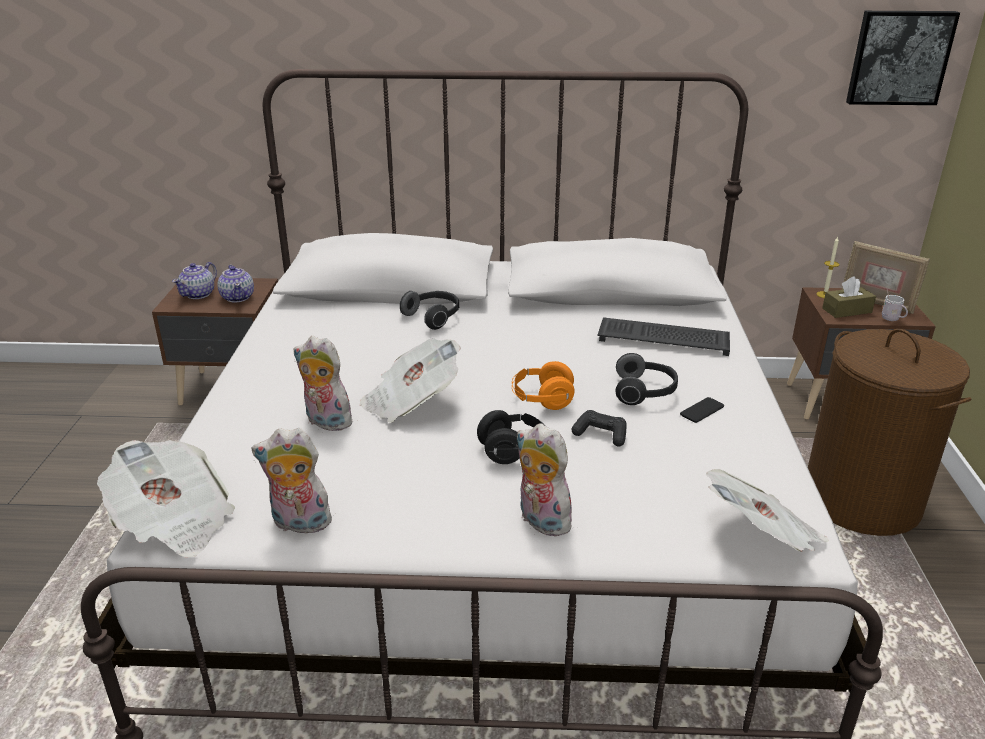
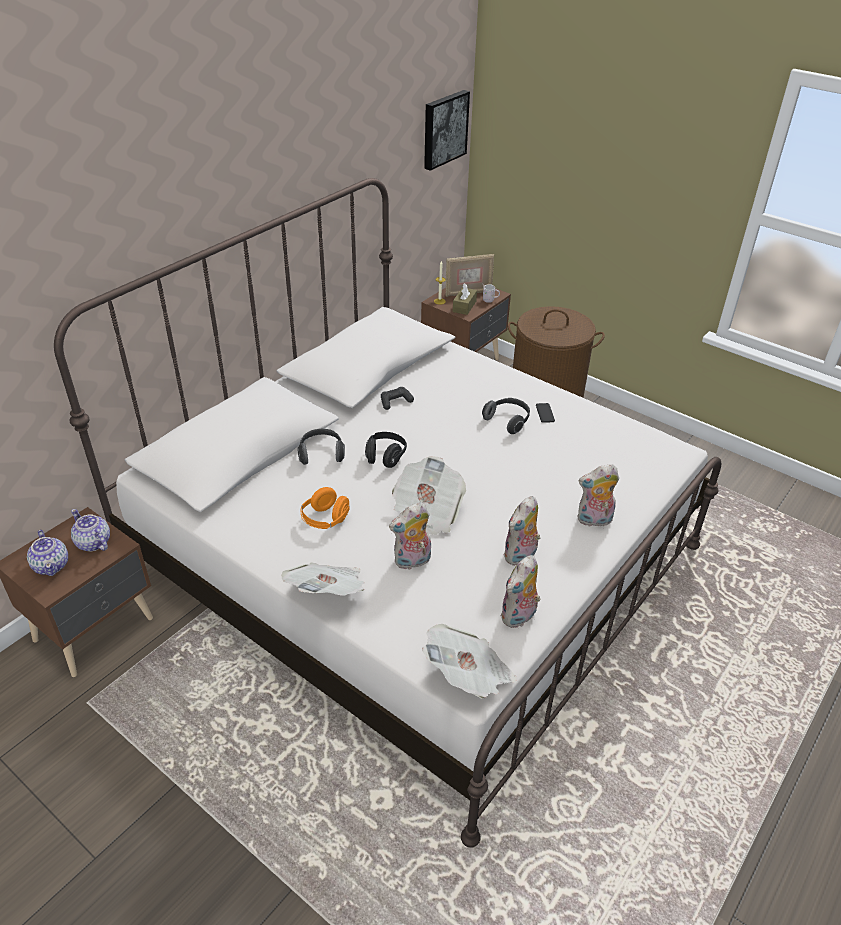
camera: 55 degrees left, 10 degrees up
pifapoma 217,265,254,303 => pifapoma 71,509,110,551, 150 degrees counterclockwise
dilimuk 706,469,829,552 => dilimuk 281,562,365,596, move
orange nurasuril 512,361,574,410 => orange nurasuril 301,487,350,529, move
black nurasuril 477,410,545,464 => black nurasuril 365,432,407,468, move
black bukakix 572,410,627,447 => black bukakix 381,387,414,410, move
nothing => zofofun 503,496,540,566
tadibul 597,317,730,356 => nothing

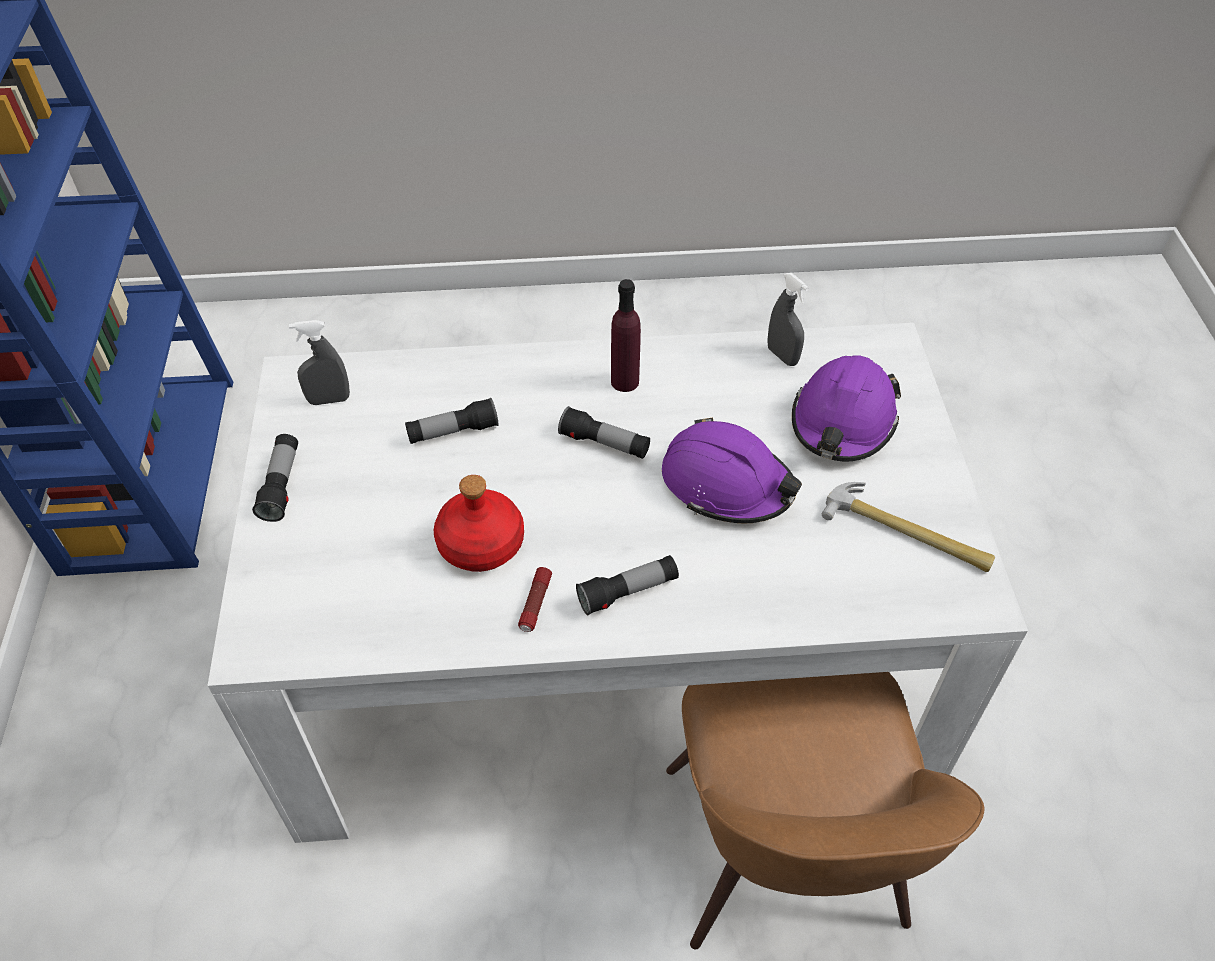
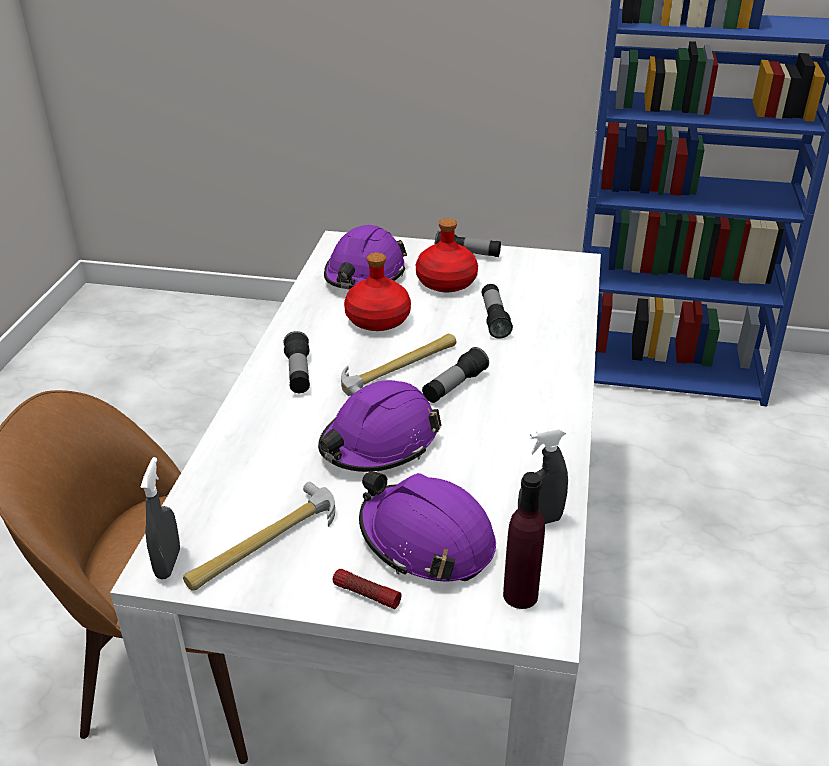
camera: 105 degrees right, 15 degrees down
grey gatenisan 289,320,350,405 => grey gatenisan 140,457,180,579, move
nothing => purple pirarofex 324,225,407,290
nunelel 518,567,552,632 => nunelel 333,569,402,609, move
nothing => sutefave 341,334,456,396
nothing => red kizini 416,218,478,292
purple kizini 611,279,641,392 => purple kizini 503,472,545,609, move

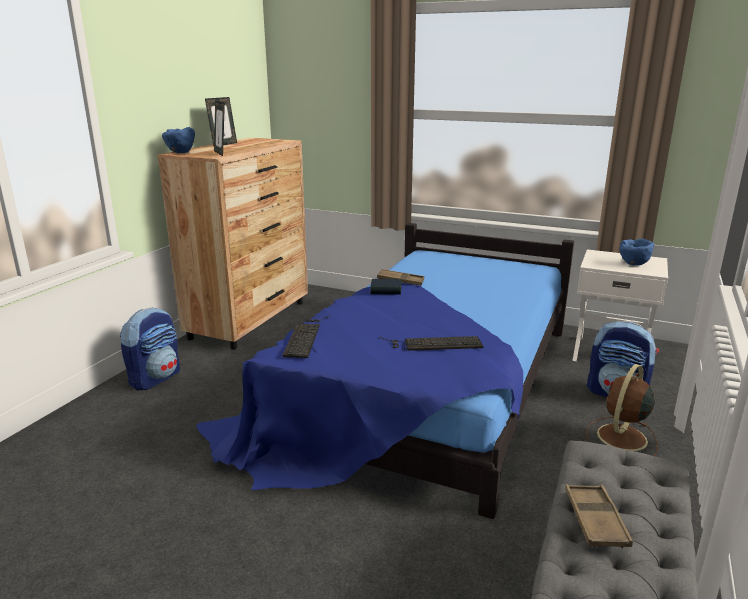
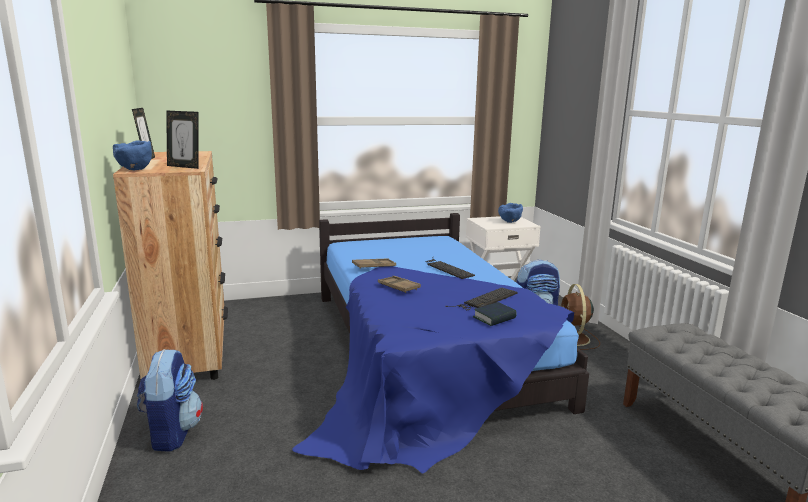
camera: 40 degrees left, 5 degrees down
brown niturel 565,484,633,548 => brown niturel 378,276,421,293, move
tadibul 283,316,330,358 => tadibul 426,256,475,279, move
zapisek 370,279,402,295 => zapisek 473,302,517,326, move

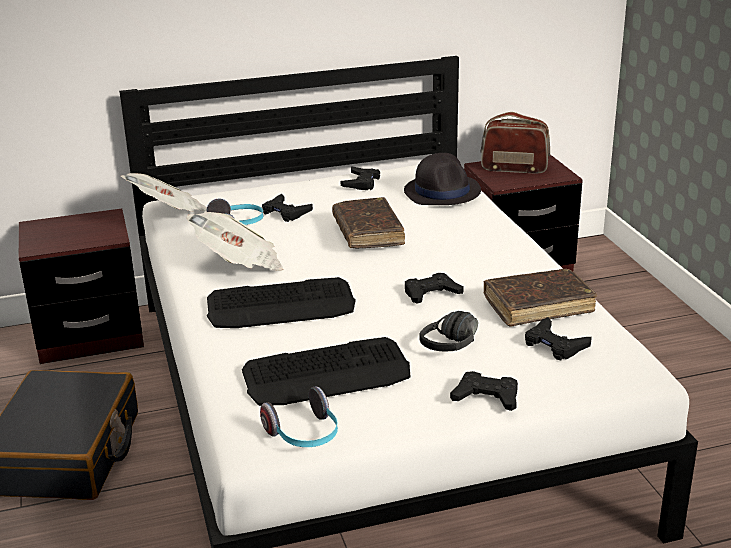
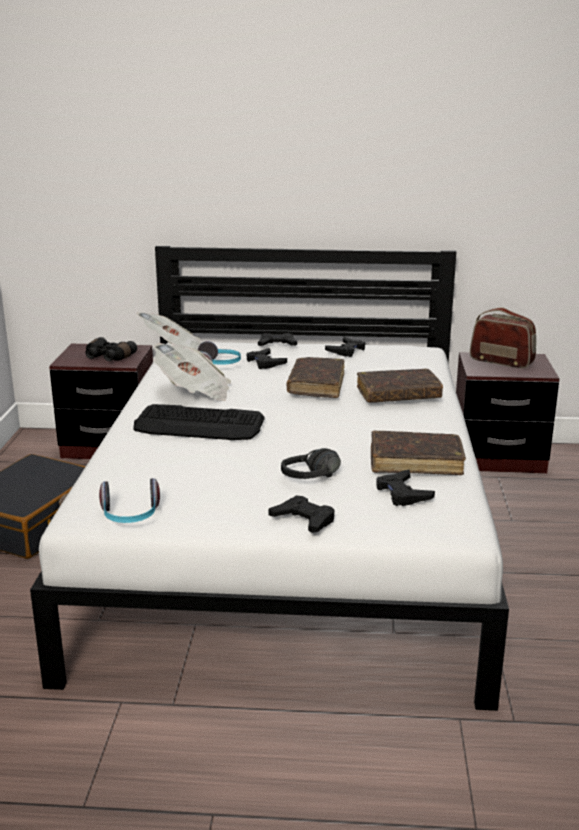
camera: 20 degrees right, 5 degrees down
nothing => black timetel 85,337,137,361
black bukakix 405,273,464,304 => black bukakix 258,333,297,346, move
nothing => brown zapisek 357,369,443,403
tadibul 242,337,410,406 => nothing
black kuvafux 404,153,481,205 => nothing

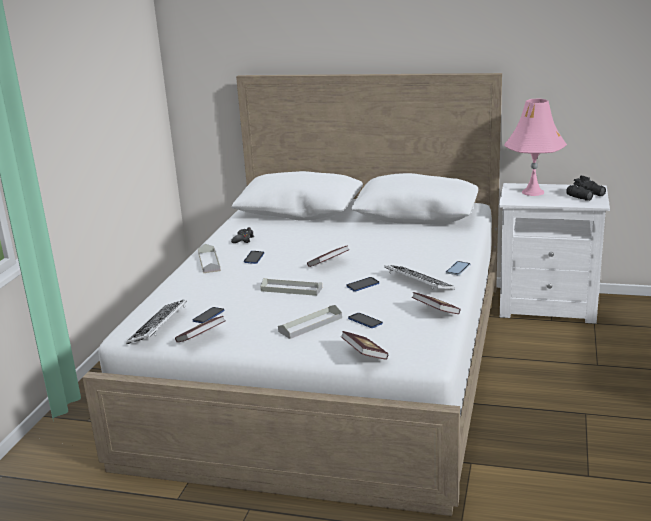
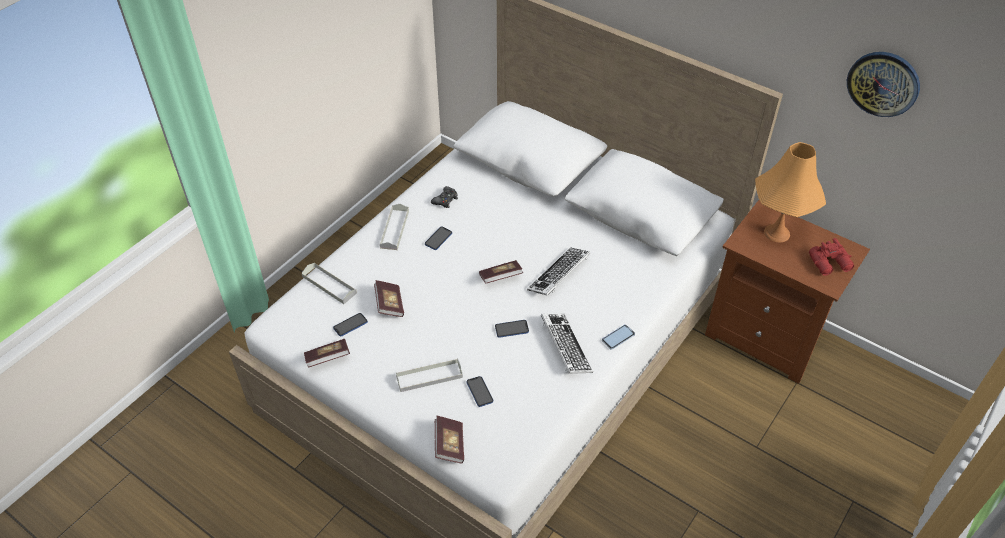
camera: 20 degrees right, 25 degrees up
grey niturel 260,278,322,296 => grey niturel 302,263,357,304, move
zapisek 412,292,460,314 => zapisek 374,280,404,317, move
tadibul 126,300,187,344 => tadibul 527,247,590,295, move
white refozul 499,183,610,324 => brown refozul 705,200,870,384
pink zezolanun 504,99,567,196 => orange zezolanun 755,142,826,243
black timetel 566,175,606,201 => red timetel 809,238,854,276
nothing => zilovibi 847,52,920,117

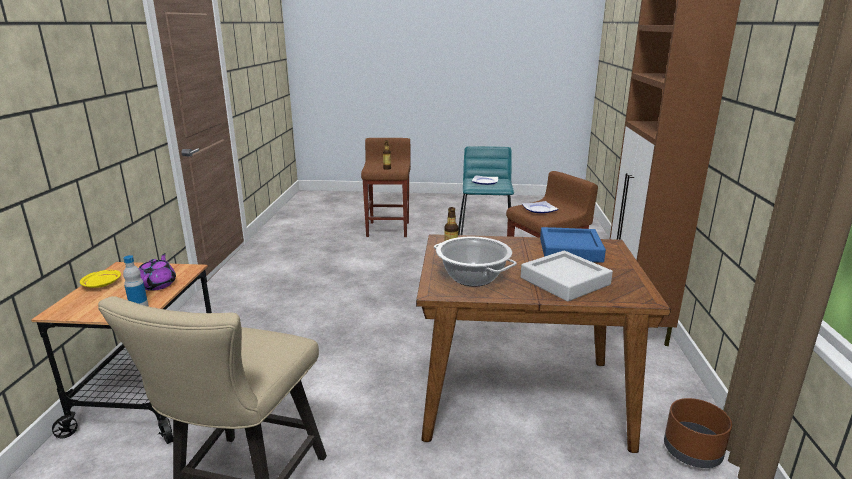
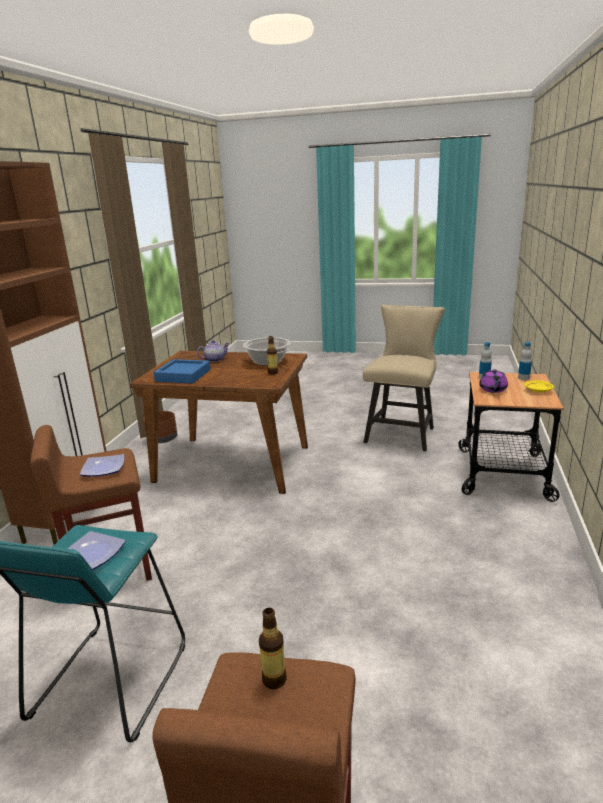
camera: 170 degrees left, 0 degrees up
grey niturel 521,251,613,301 => pifapoma 197,340,229,362
nothing => kizini 518,342,532,380

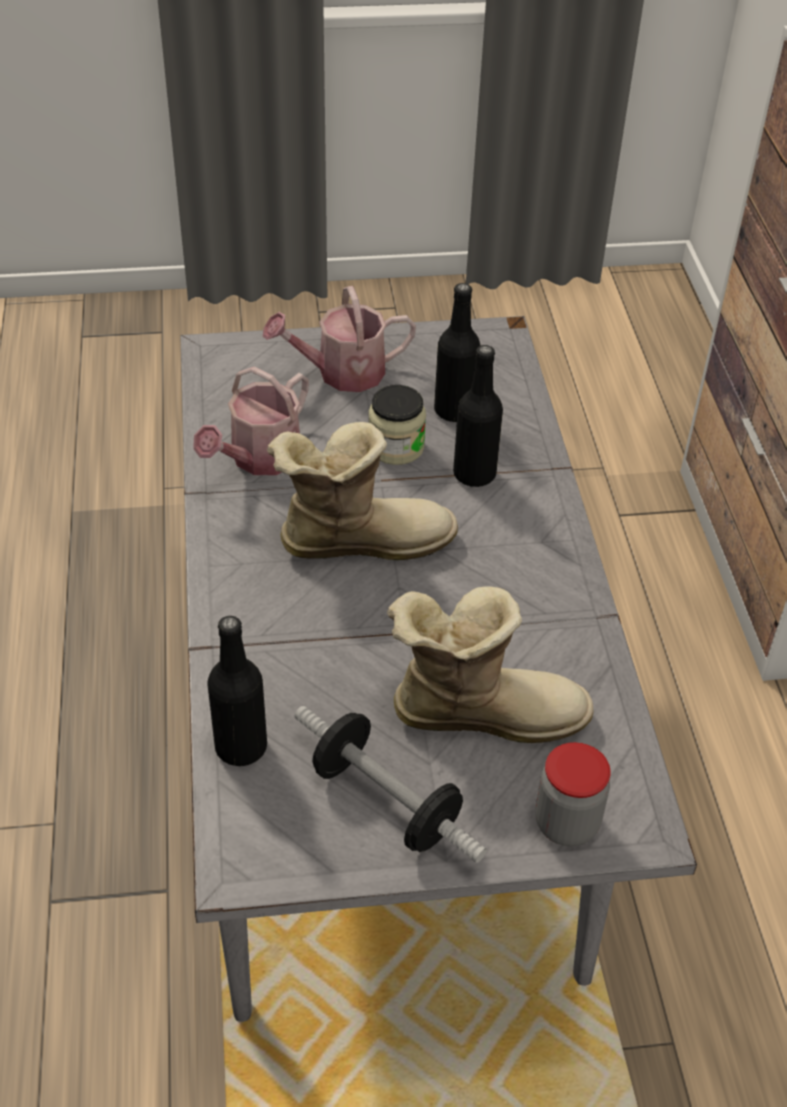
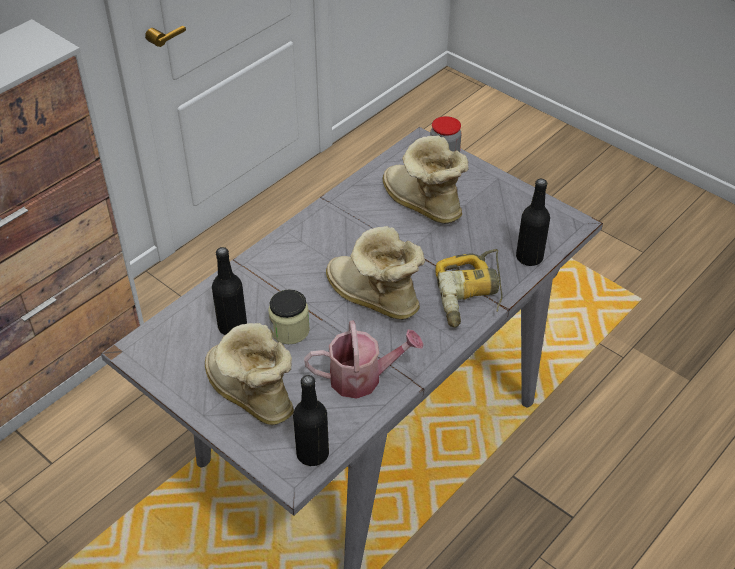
camera: 130 degrees left, 0 degrees up
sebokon 263,286,416,392 => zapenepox 205,323,294,425
black kizini 453,345,503,487 => black kizini 293,375,329,466, move
nothing => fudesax 435,249,503,328
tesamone 294,706,487,863 => nothing

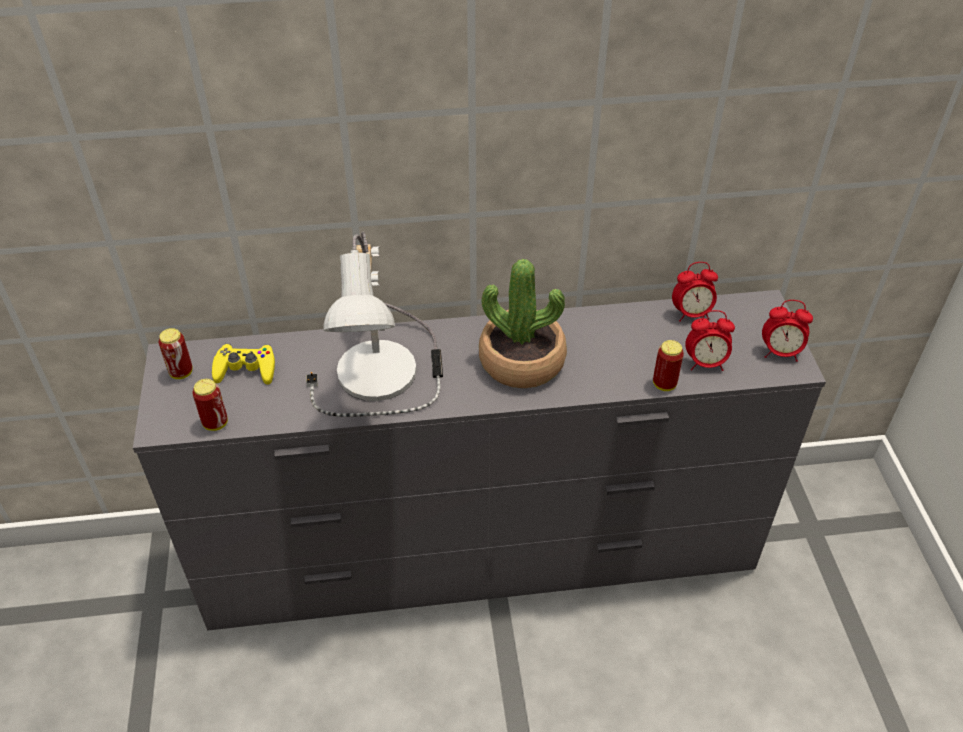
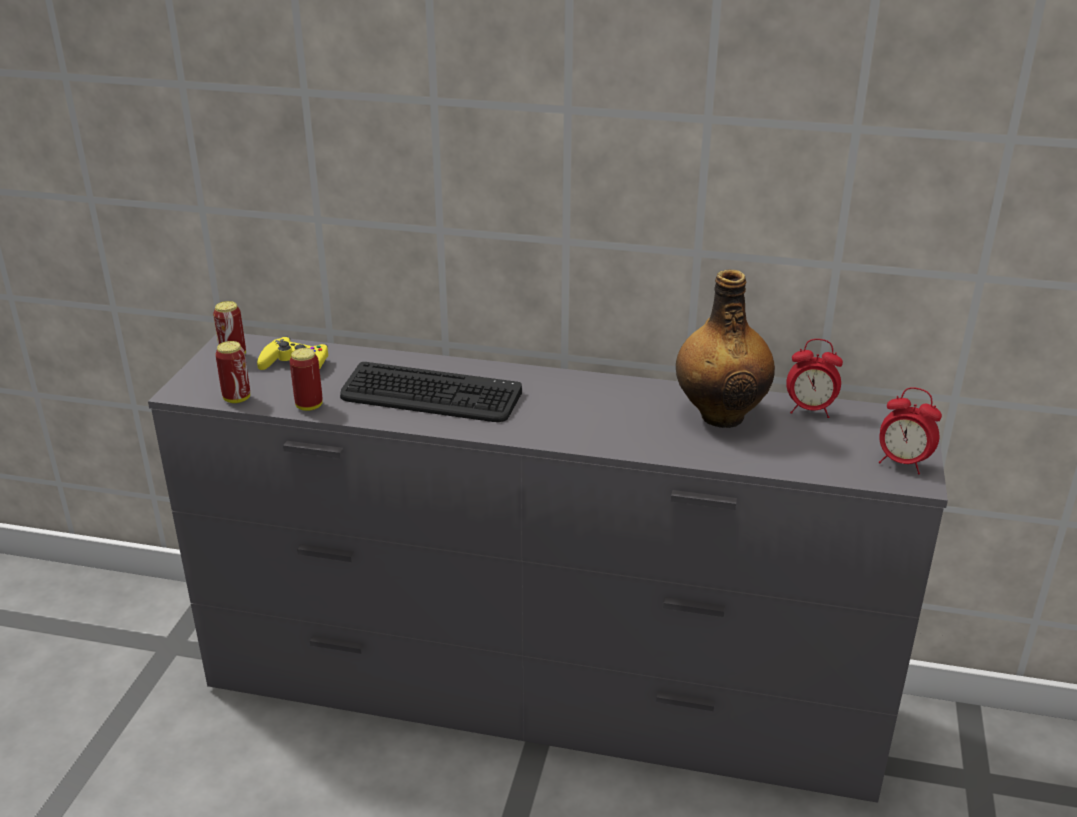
camera: 20 degrees right, 15 degrees down
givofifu 653,340,684,391 => givofifu 290,348,323,411, move
zezolanun 307,231,443,417 => tadibul 340,362,522,422
nothing => kizini 676,270,775,428
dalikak 479,259,567,388 => nothing
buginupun 685,310,735,371 => nothing

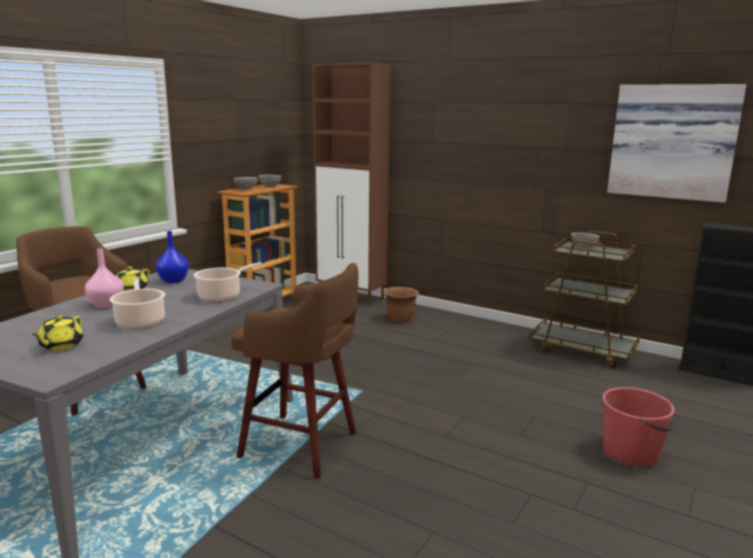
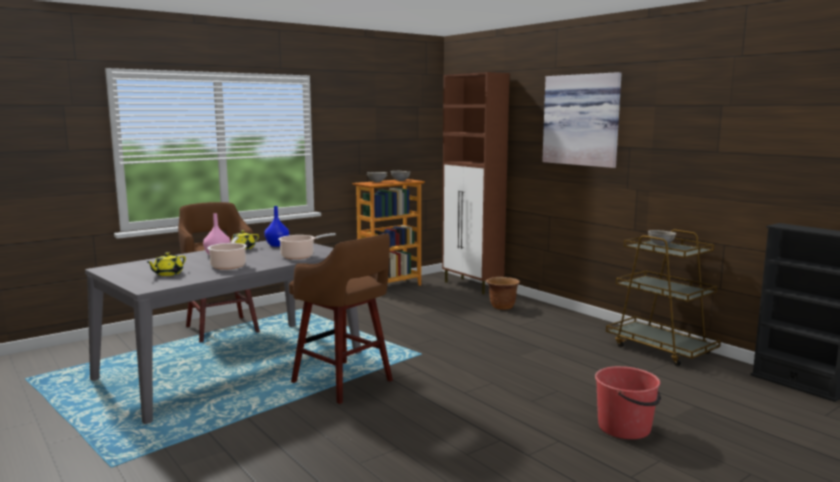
camera: 20 degrees right, 5 degrees down
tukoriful 607,84,747,203 => tukoriful 542,72,622,168, move

